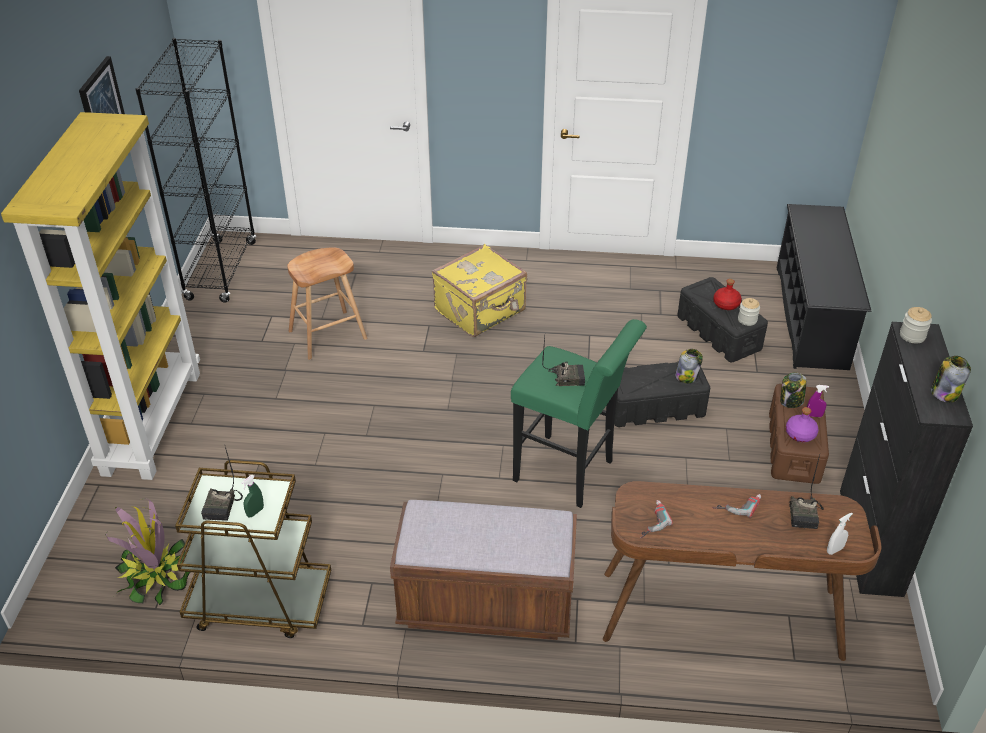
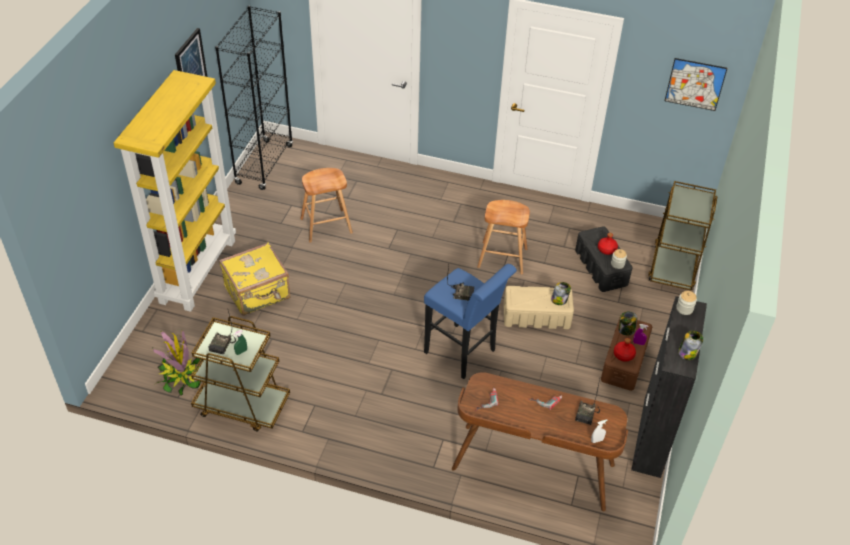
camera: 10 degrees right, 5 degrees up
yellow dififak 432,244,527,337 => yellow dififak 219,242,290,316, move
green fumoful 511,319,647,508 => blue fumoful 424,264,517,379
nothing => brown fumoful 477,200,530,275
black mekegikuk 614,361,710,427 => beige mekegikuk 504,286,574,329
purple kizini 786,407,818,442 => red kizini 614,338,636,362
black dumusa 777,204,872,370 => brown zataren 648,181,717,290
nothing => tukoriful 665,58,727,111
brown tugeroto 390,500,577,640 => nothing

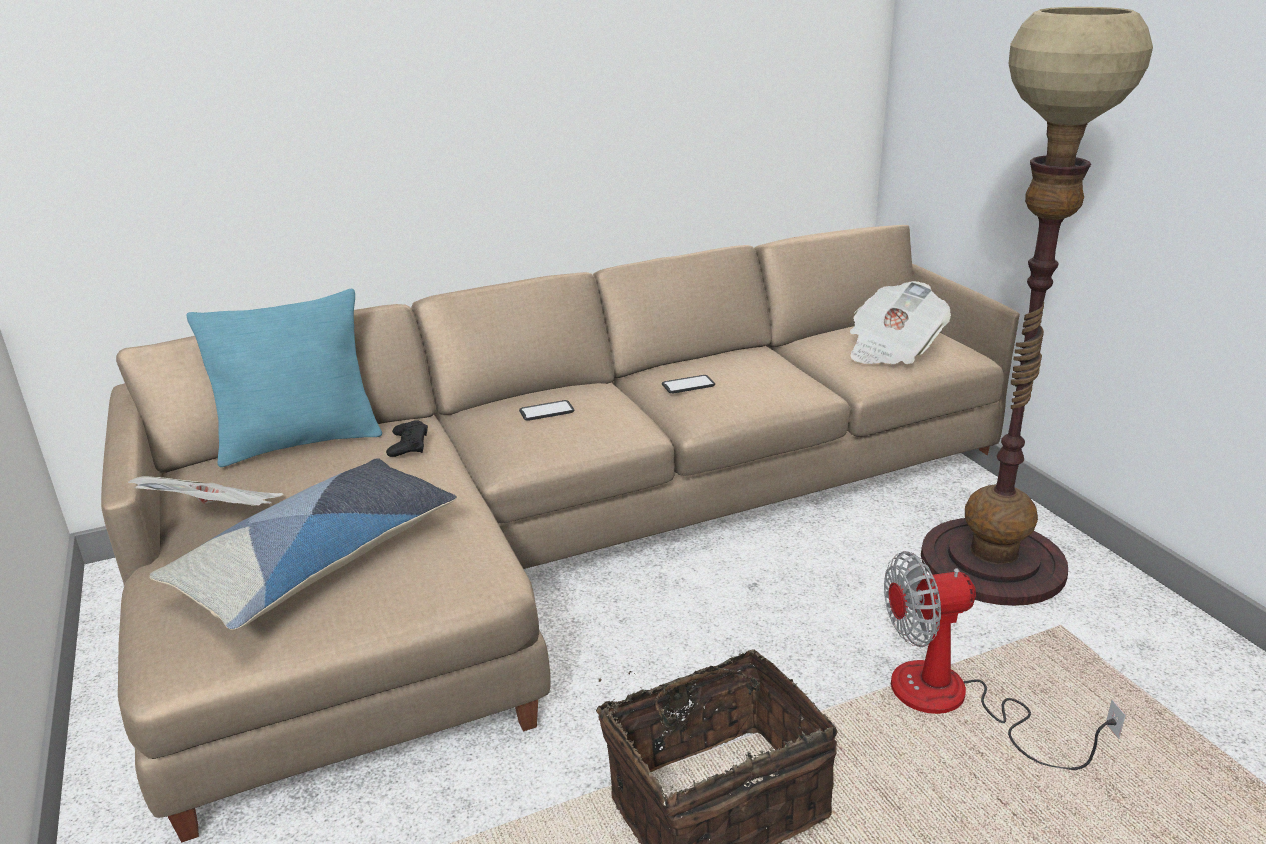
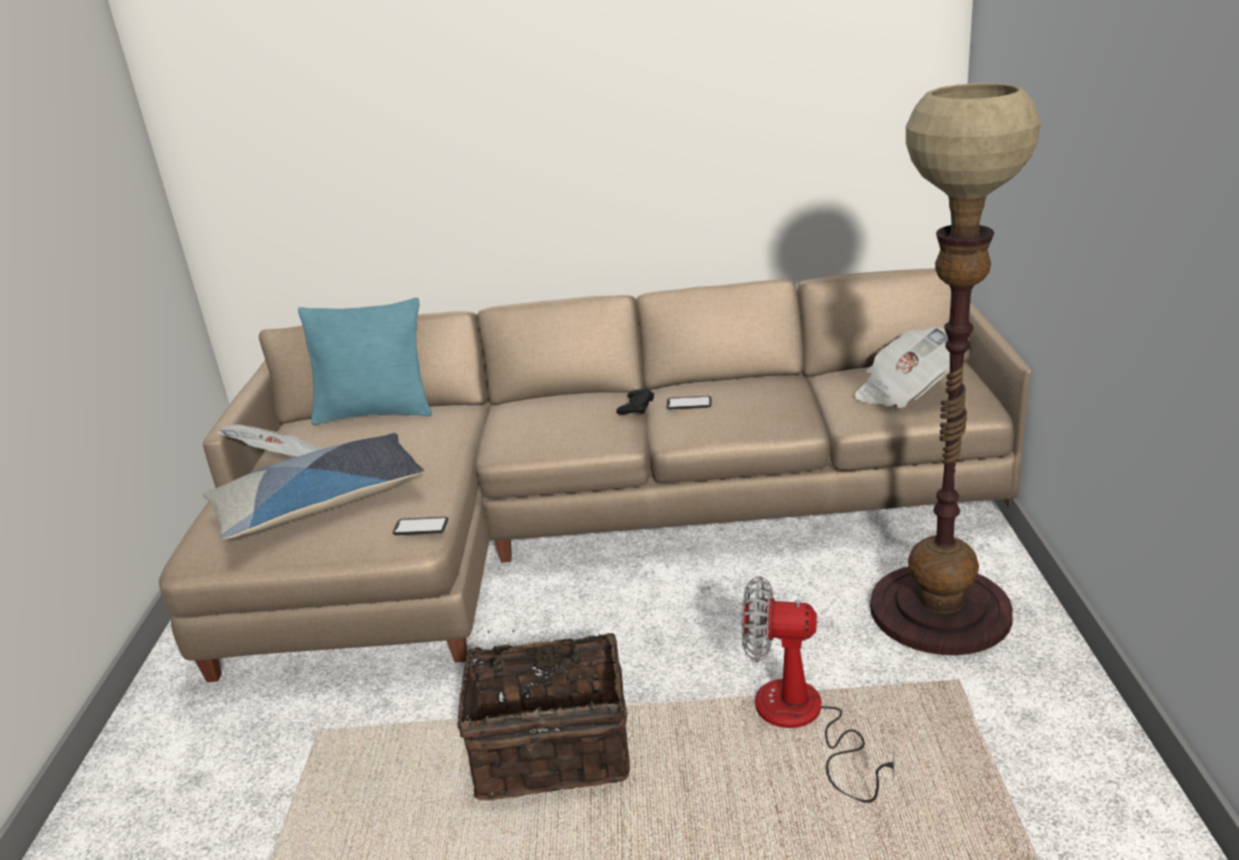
camera: 25 degrees right, 0 degrees up
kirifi 519,400,574,421 => kirifi 393,517,448,535, move
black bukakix 386,420,428,457 => black bukakix 616,388,654,415, move

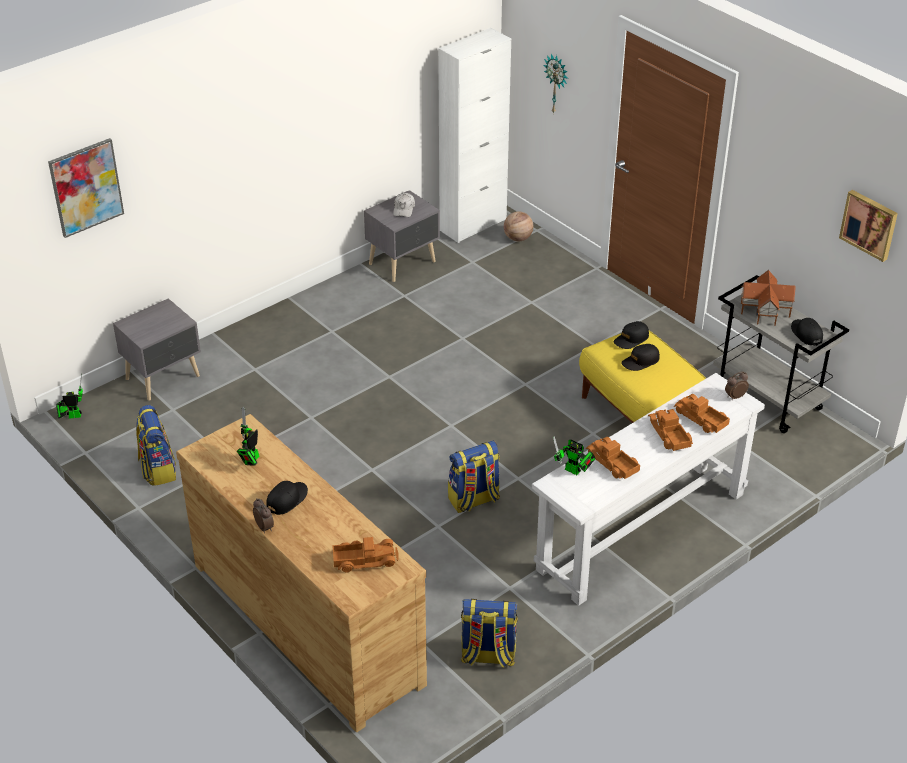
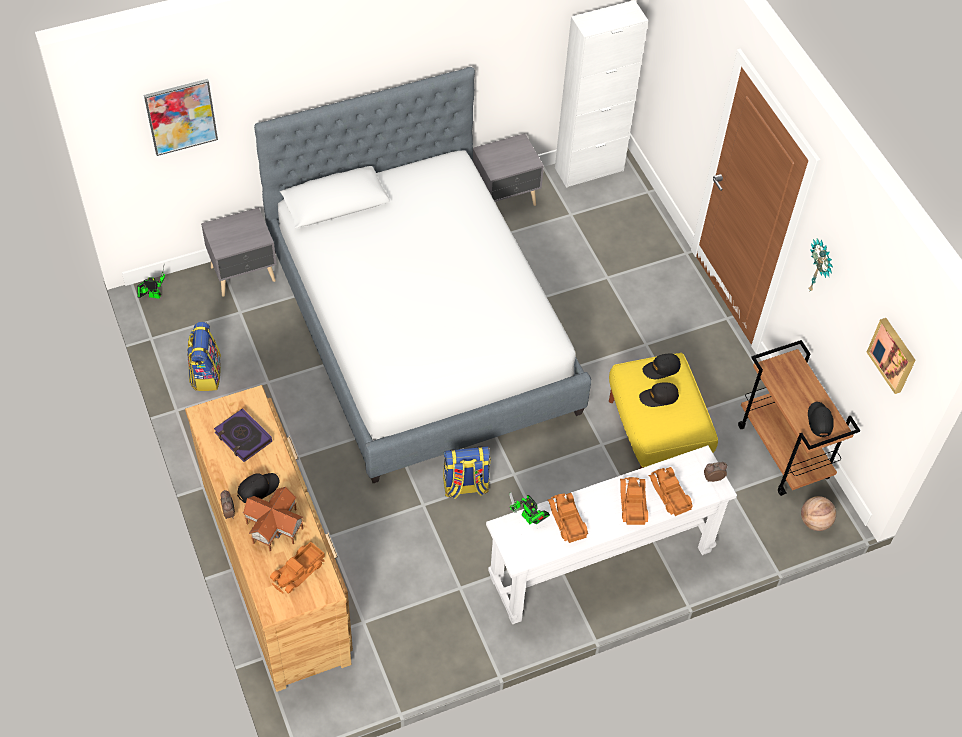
camera: 15 degrees right, 15 degrees up
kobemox 237,407,259,466 => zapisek 214,408,272,462
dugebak 741,270,796,326 => dugebak 242,487,304,552, move
nothing => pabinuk 254,67,591,483
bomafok 332,537,398,572 => bomafok 270,542,325,594, 120 degrees clockwise
grey zataren 713,275,849,433 => brown zataren 738,340,861,496
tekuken 504,211,533,241 => tekuken 801,496,836,531, move
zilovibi 543,54,568,114 => zilovibi 809,238,833,291, move
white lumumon 393,193,415,217 => nothing
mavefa 461,599,518,668 => nothing

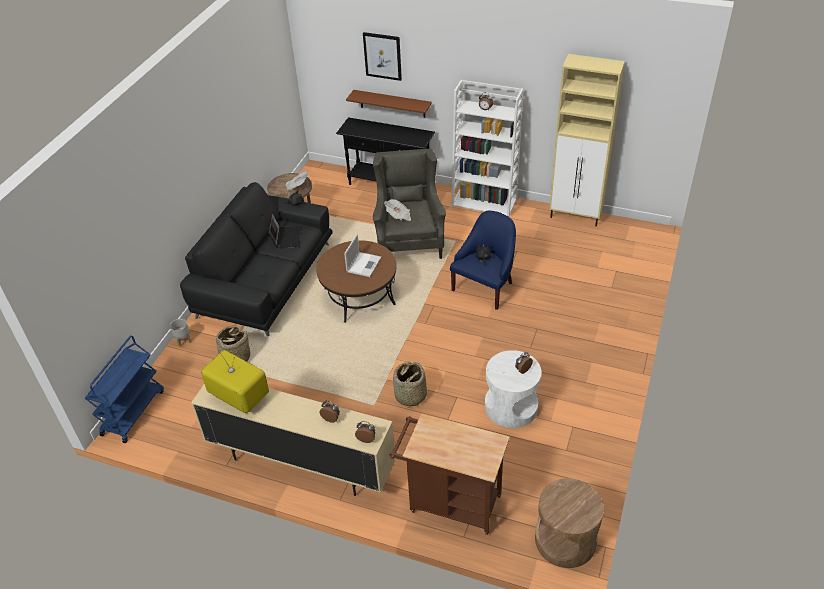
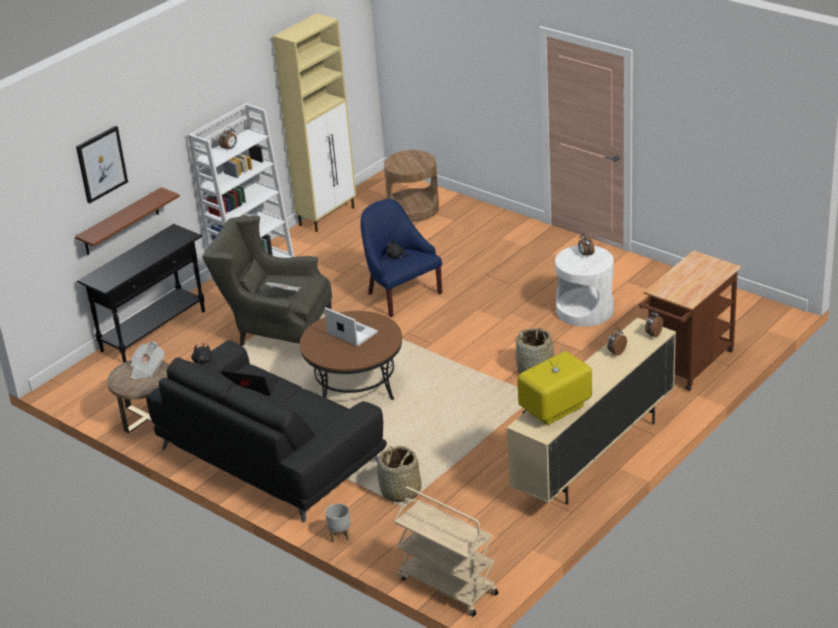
camera: 70 degrees left, 10 degrees down
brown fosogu 535,478,604,568 => brown fosogu 384,150,439,222, move
blue zataren 85,335,164,443 => beige zataren 394,486,498,616

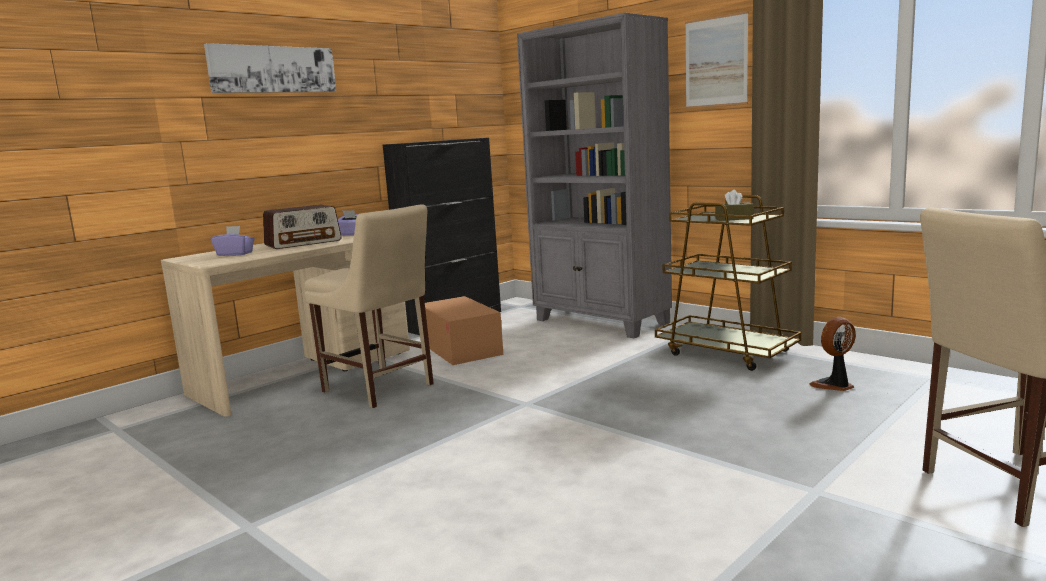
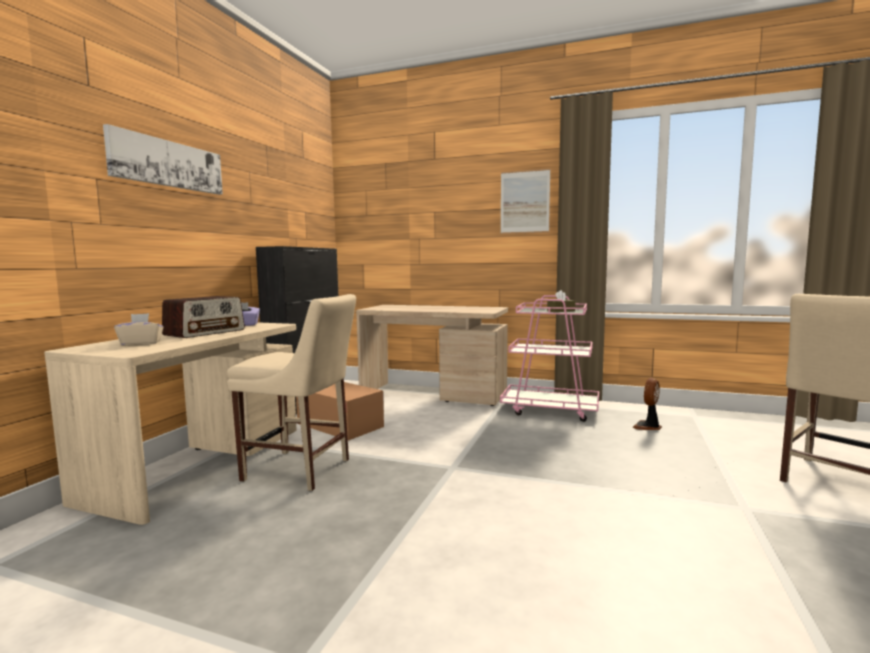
camera: 25 degrees left, 5 degrees down
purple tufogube 211,226,255,256 => beige tufogube 114,313,164,346
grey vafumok 517,13,672,338 => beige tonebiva 356,305,508,406
brown zataren 655,195,801,371 => pink zataren 500,295,599,422

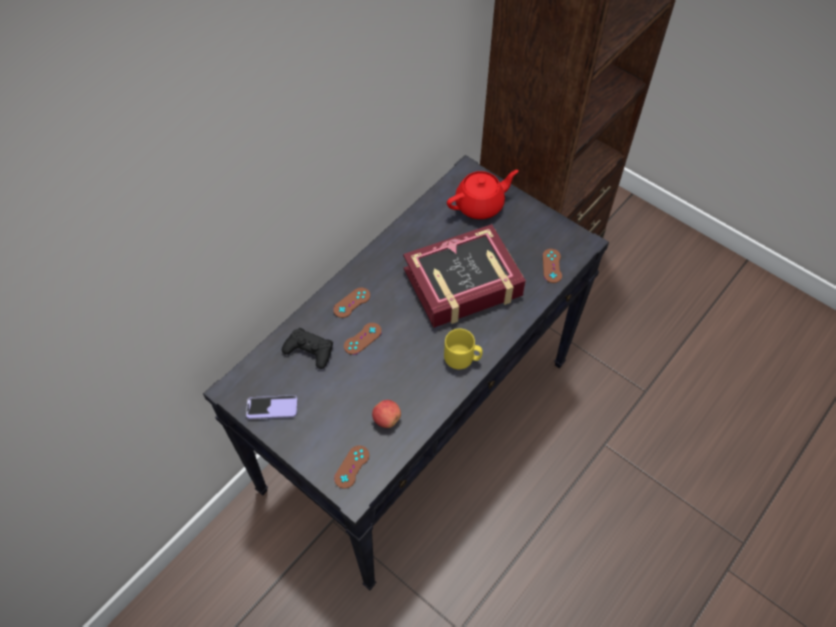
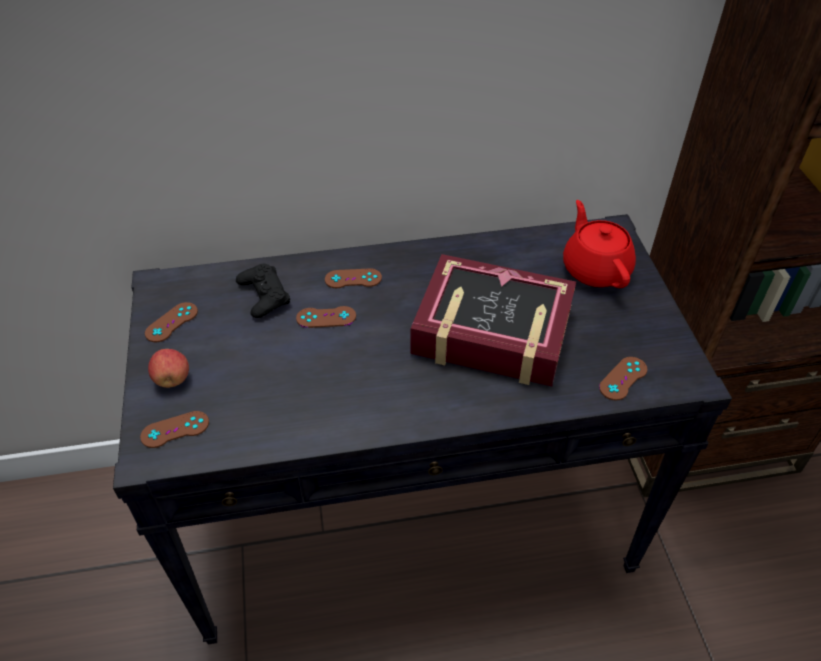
camera: 40 degrees right, 10 degrees down
kirifi 246,395,297,419 => brown bukakix 145,302,198,342
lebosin 372,400,401,428 => lebosin 148,349,189,388, move
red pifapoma 447,170,519,219 => red pifapoma 563,200,636,288, 120 degrees counterclockwise
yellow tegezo 444,329,483,369 => nothing

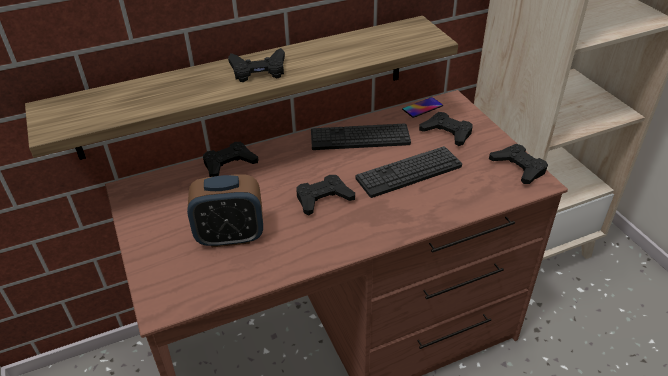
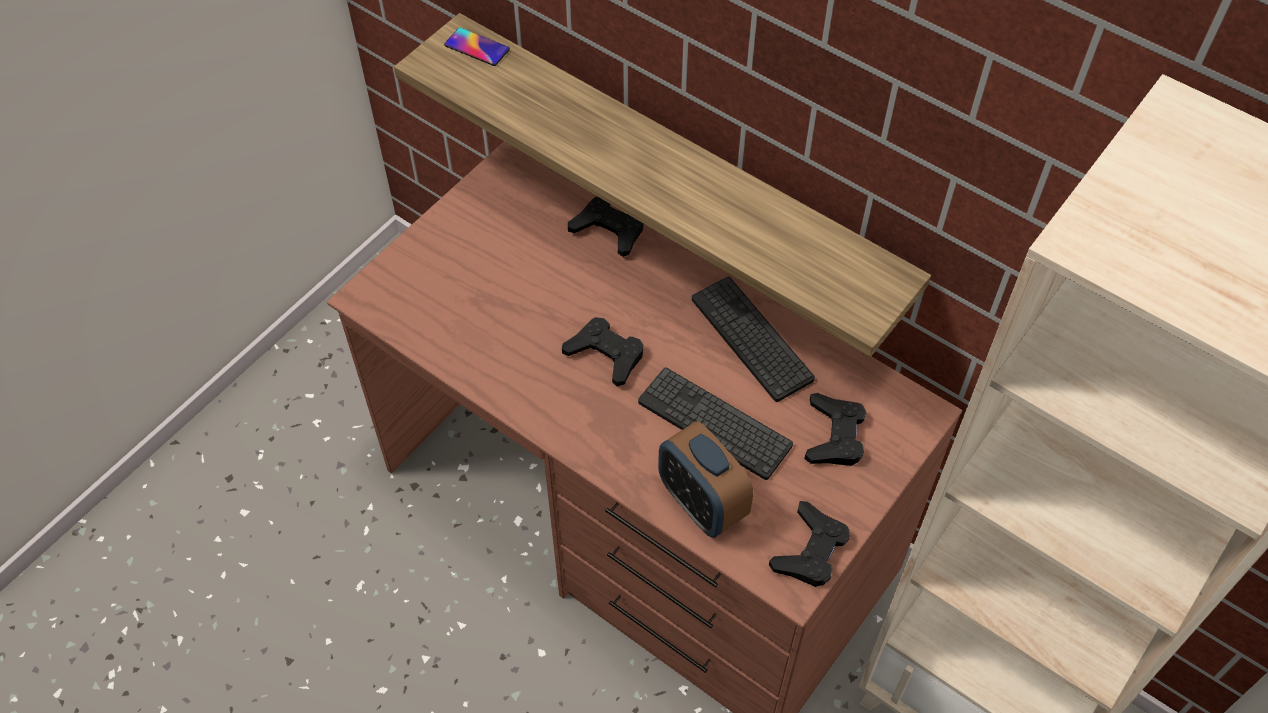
camera: 60 degrees right, 15 degrees up
kirifi 402,97,443,118 => kirifi 444,28,510,66, move
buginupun 187,174,263,248 => buginupun 658,421,753,538, move
black bukakix 228,48,285,82 => nothing

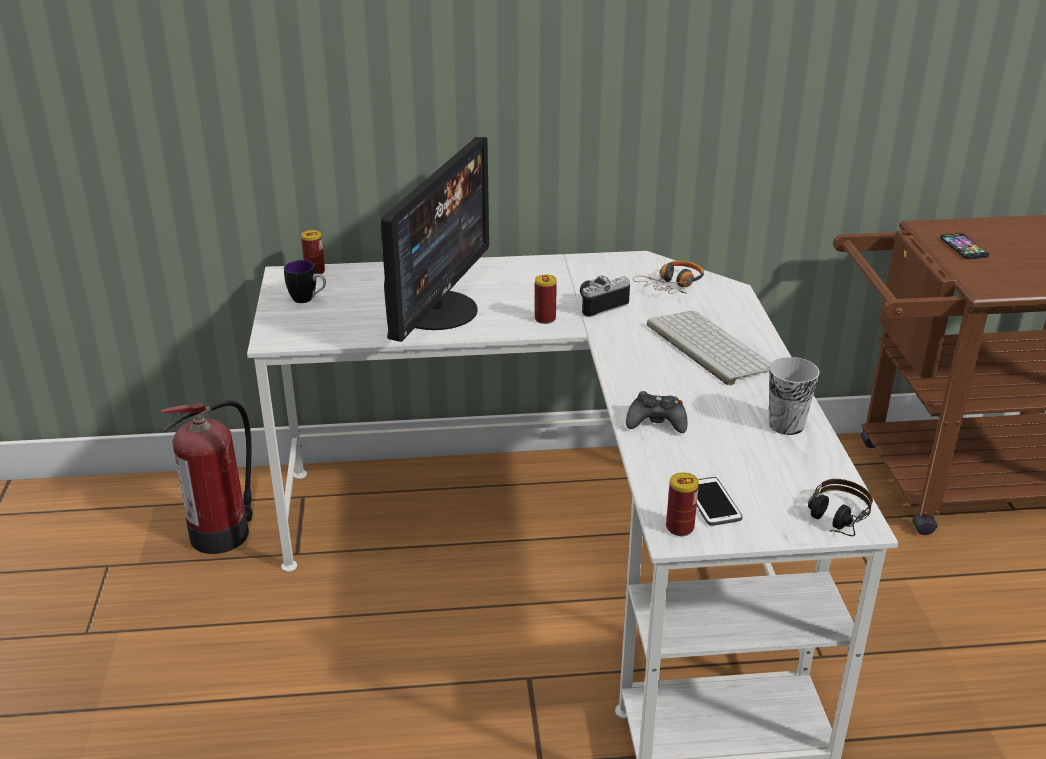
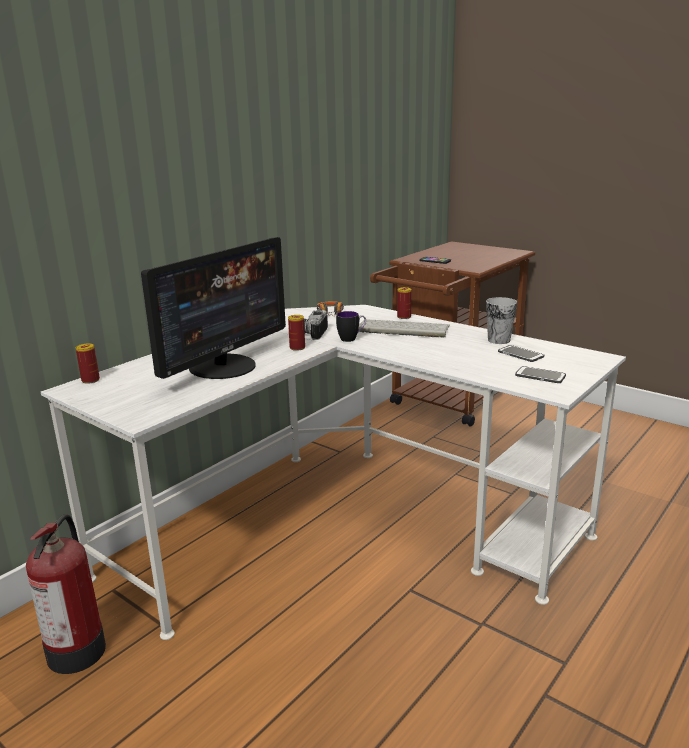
camera: 45 degrees left, 10 degrees down
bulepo 381,137,489,342 => bulepo 141,237,286,379, 60 degrees clockwise
tegezo 284,260,326,303 => tegezo 336,311,366,342, move
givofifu 666,472,699,536 => givofifu 397,287,412,319, move
nothing => kirifi 498,345,544,362
black bukakix 626,391,687,433 => nothing
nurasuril 808,479,873,536 => nothing

